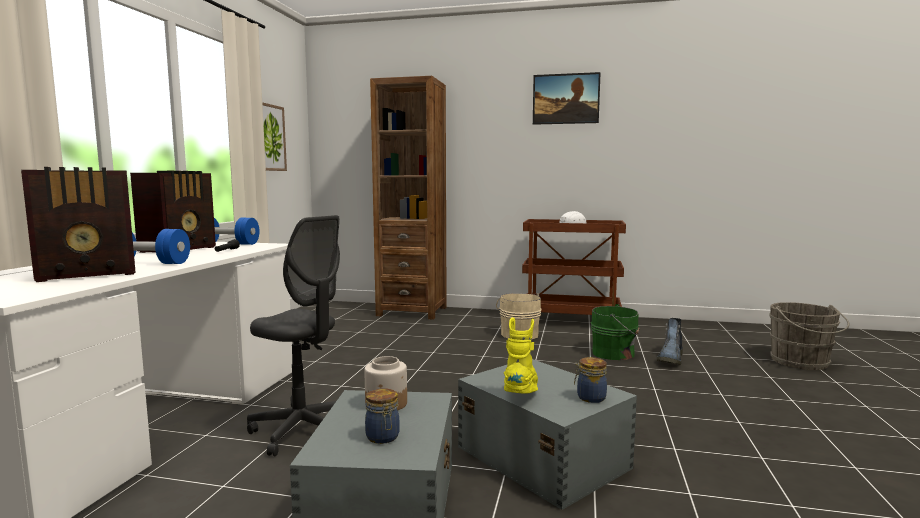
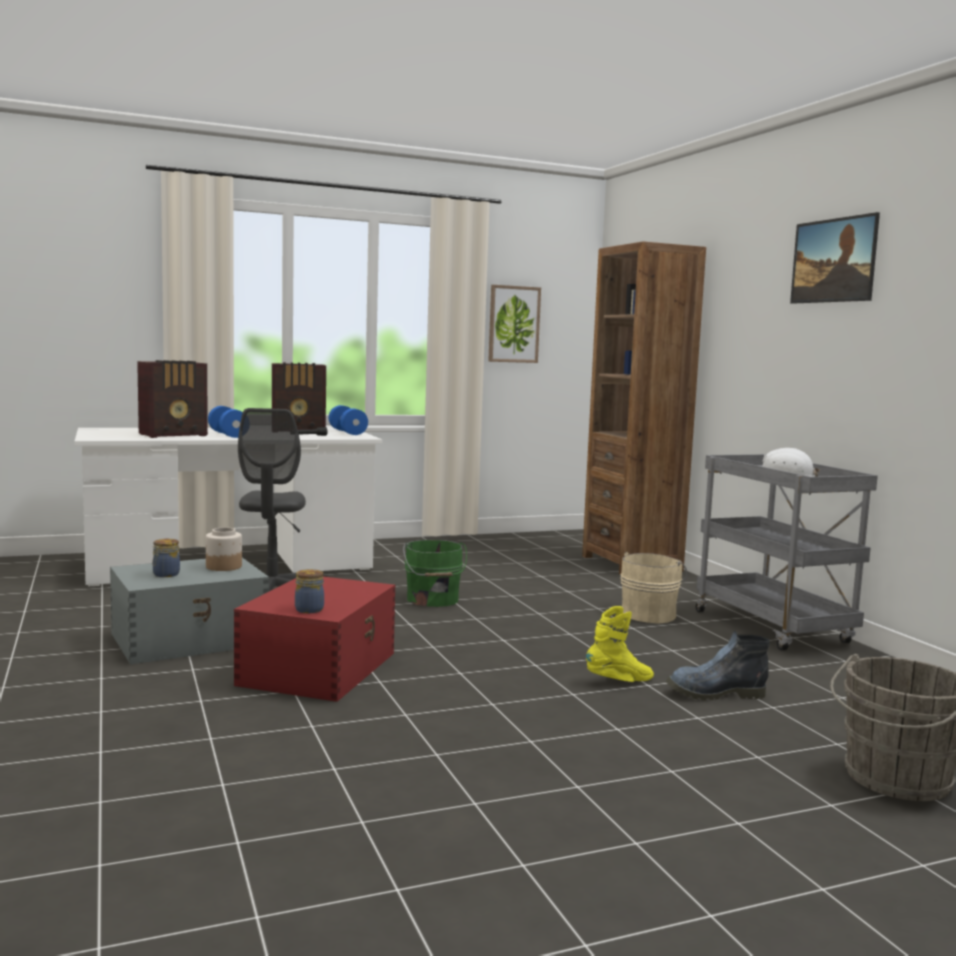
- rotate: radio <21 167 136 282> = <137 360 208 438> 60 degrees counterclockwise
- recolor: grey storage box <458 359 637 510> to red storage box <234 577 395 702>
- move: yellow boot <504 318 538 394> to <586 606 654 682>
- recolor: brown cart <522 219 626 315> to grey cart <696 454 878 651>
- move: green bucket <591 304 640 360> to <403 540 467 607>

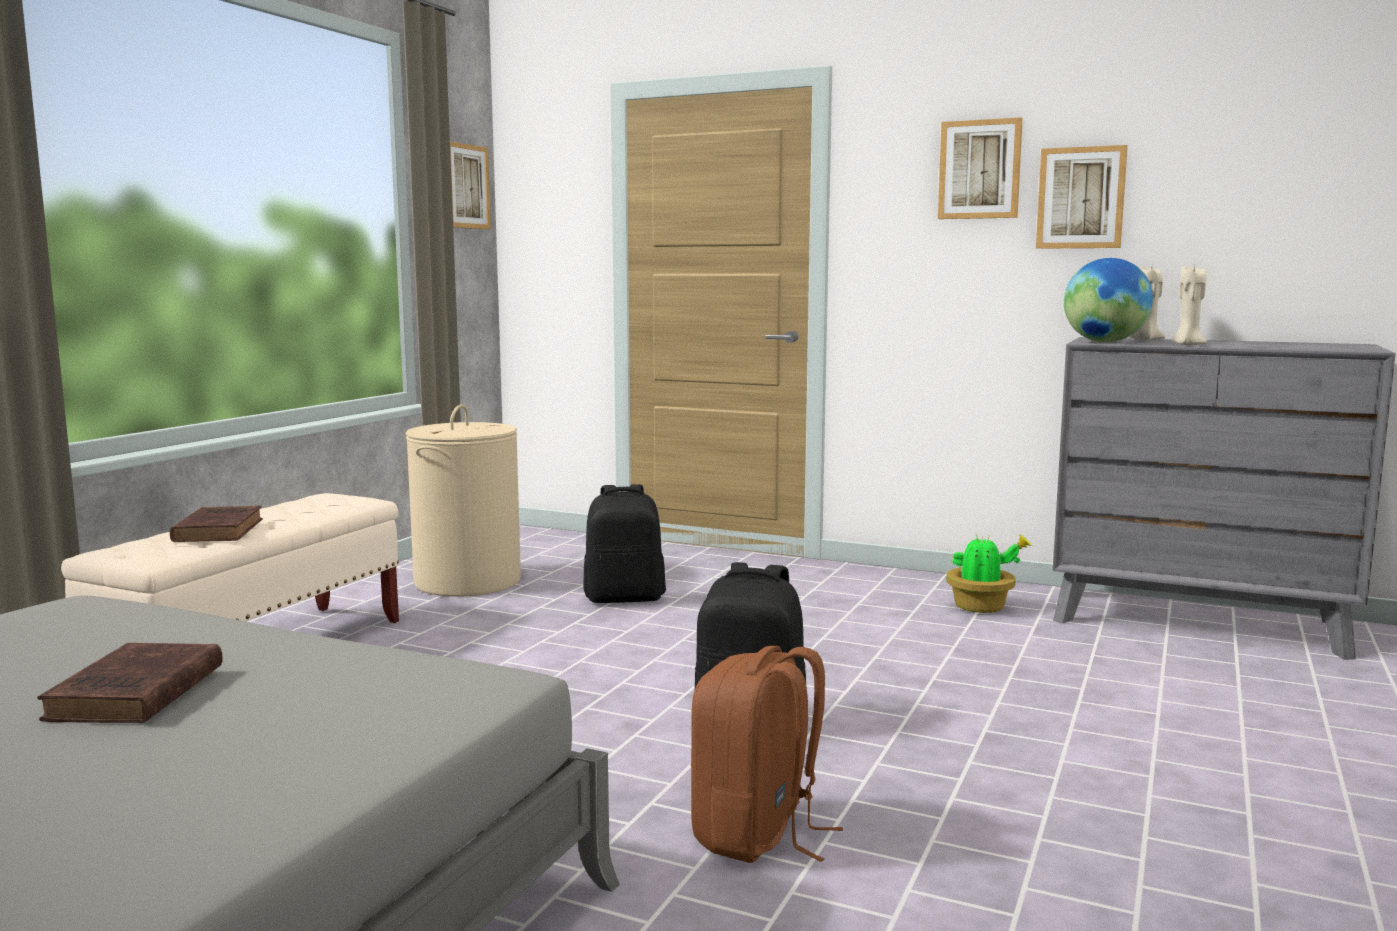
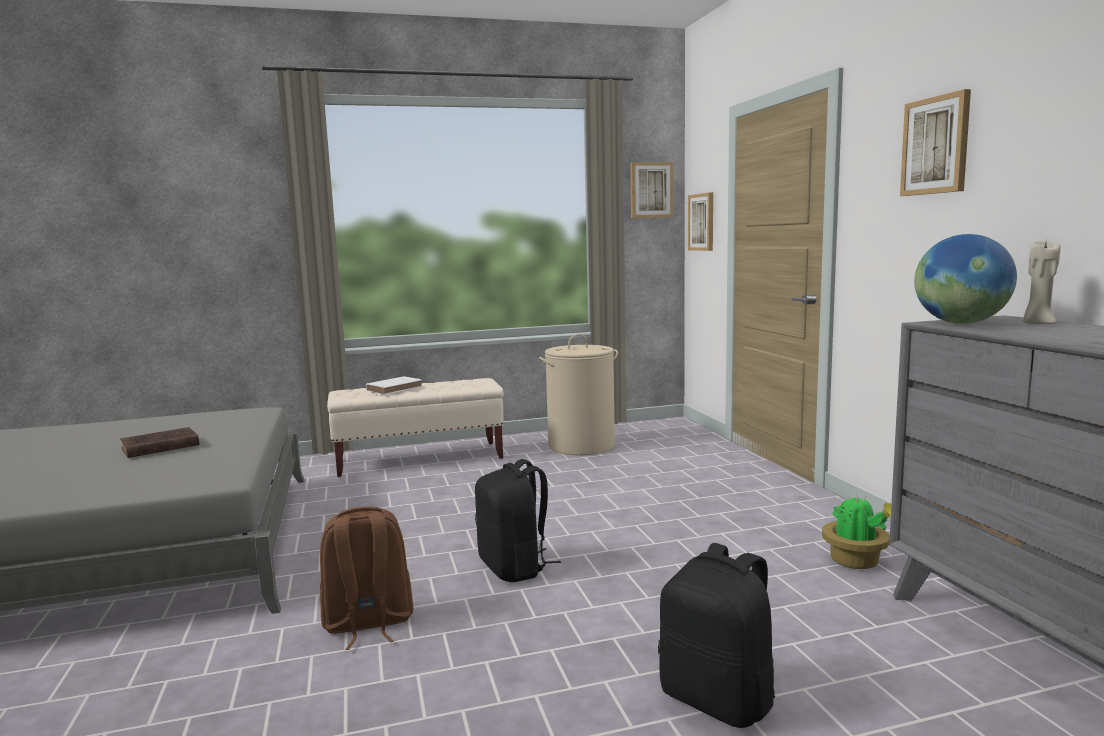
- recolor: brown book <170 506 263 542> to white book <366 376 423 395>
- move: black backpack <583 484 666 603> to <658 543 775 728>
- move: picture <1036 145 1128 249> to <688 192 713 251>
- delete: beige candle <1172 265 1207 345>

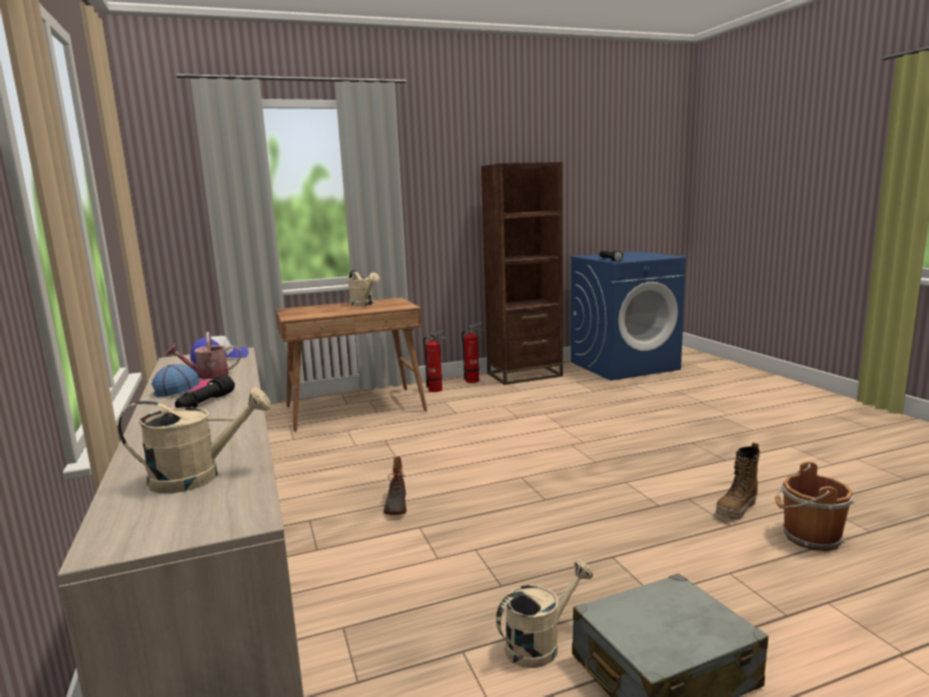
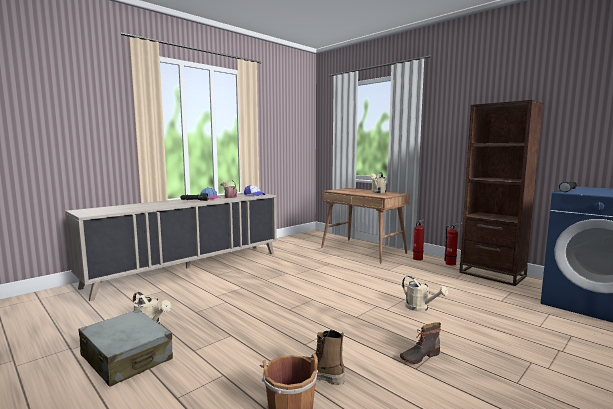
- move: beige watering can <118 387 271 493> to <402 276 448 312>
- move: boot <384 457 407 515> to <400 322 441 364>

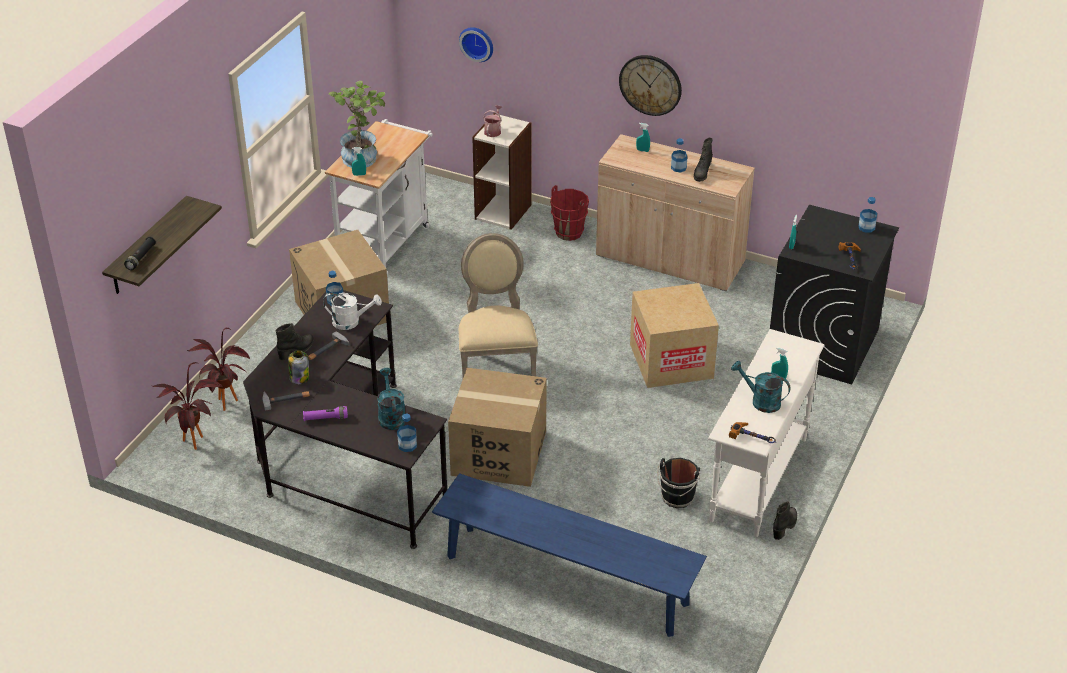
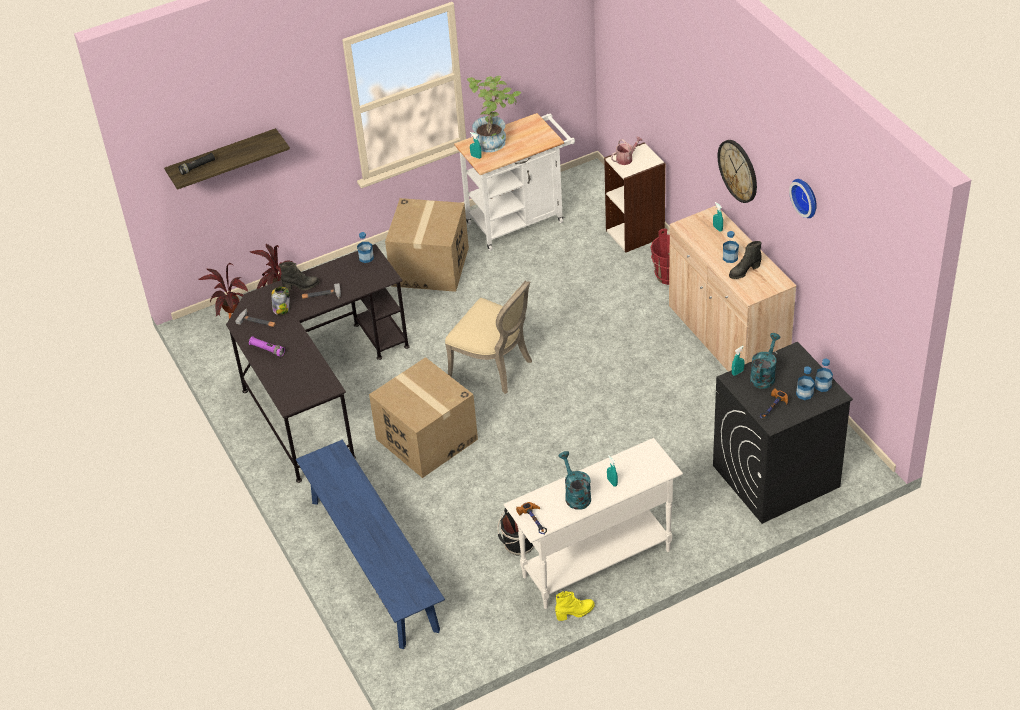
- delete: white watering can <323 293 382 330>
- move: turquoise watering can <377 368 405 430> to <750 333 781 389>
- move: bottle <397 413 417 452> to <796 366 815 400>
- move: wall clock <459 27 493 62> to <789 179 817 218>
- rotate: beige chair <459 233 538 377> = <445 280 532 394> 90 degrees clockwise
- delete: cardboard box <630 283 719 388>
- recolor: black boot <773 501 797 540> to yellow boot <555 591 595 621>

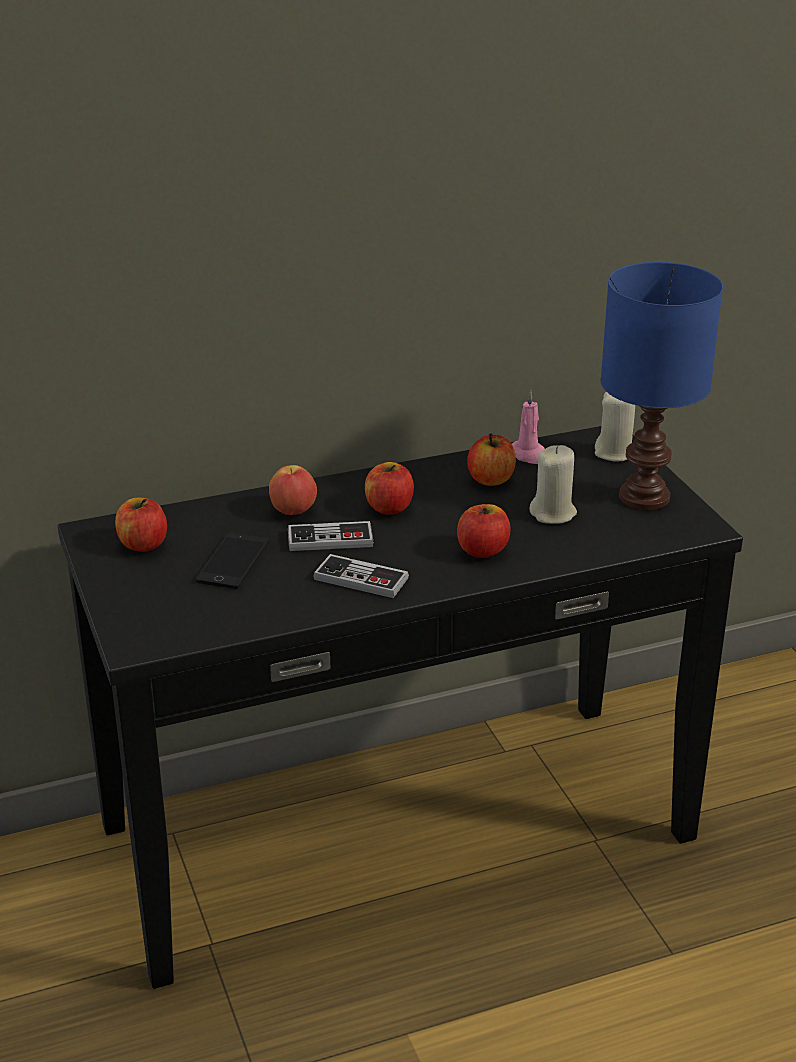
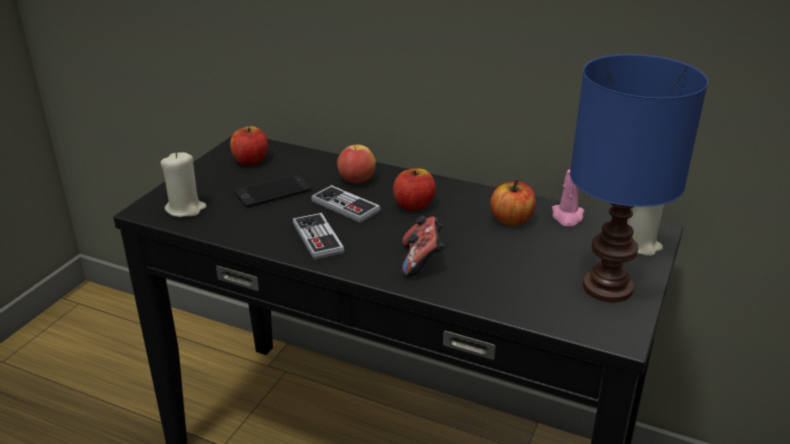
- replace: apple <457 504 511 558> to game controller <402 216 444 277>
- move: beige candle <529 445 577 524> to <160 152 207 217>

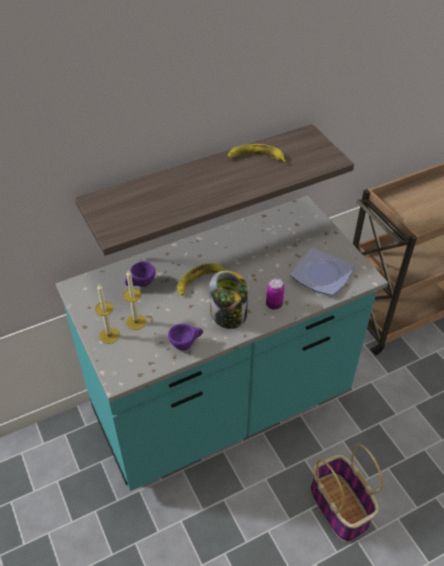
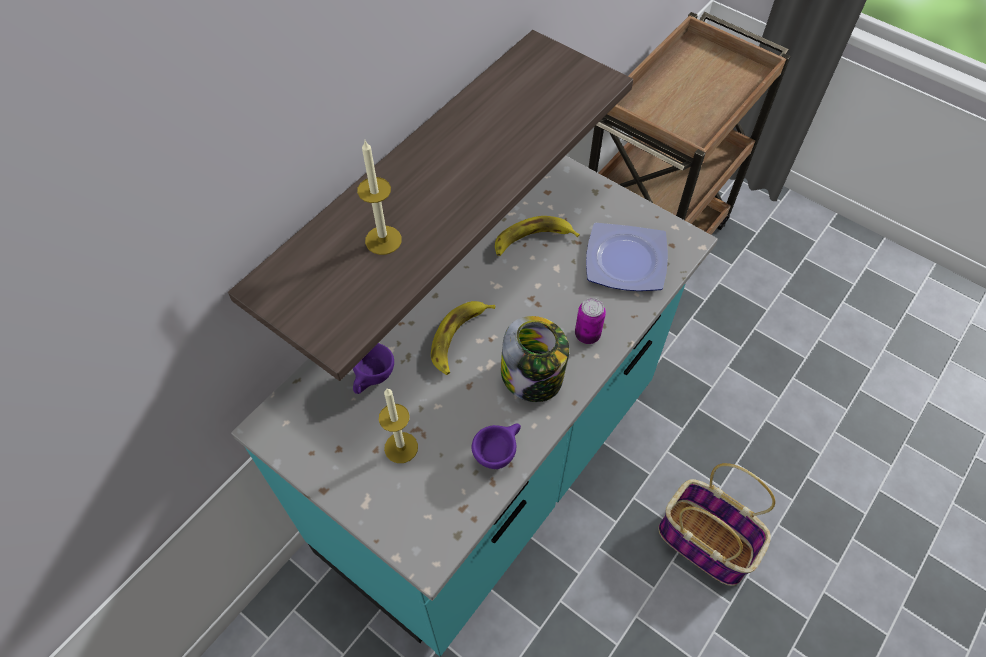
- move: candle <95 284 120 344> to <357 141 402 255>
- move: banana <227 144 286 163> to <495 216 580 256>

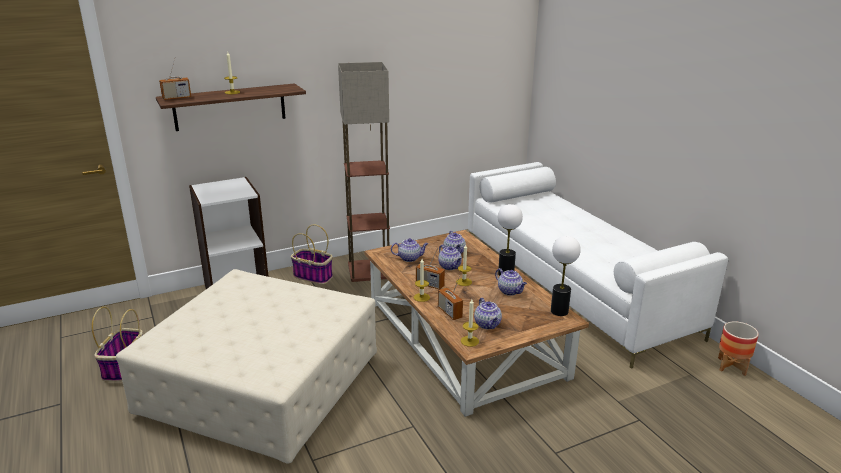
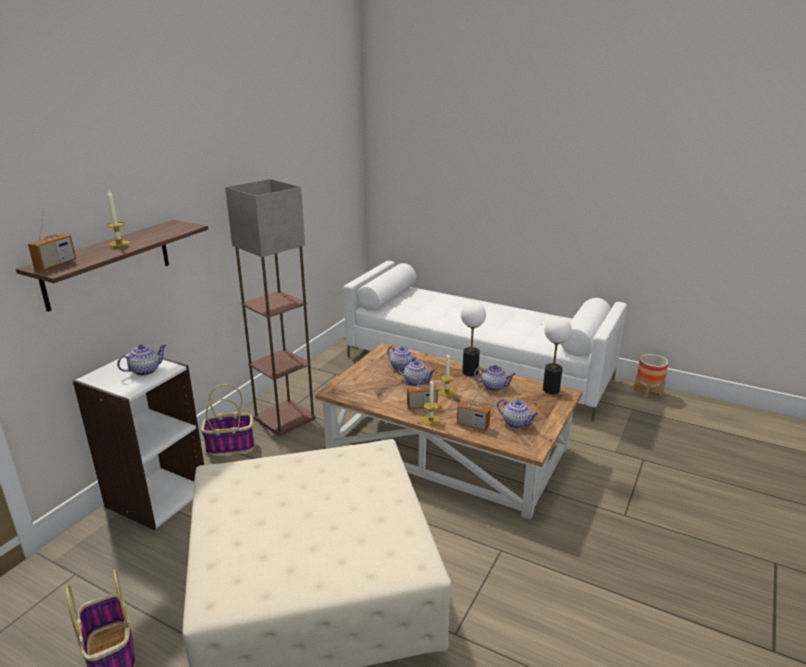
- move: teapot <391 238 428 262> to <117 345 166 376>
- delete: candle <461 299 479 347>

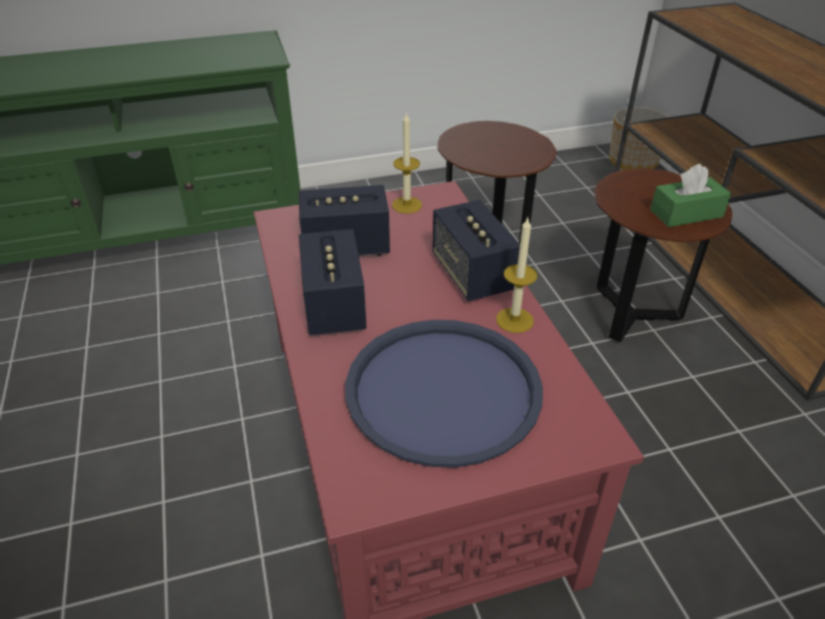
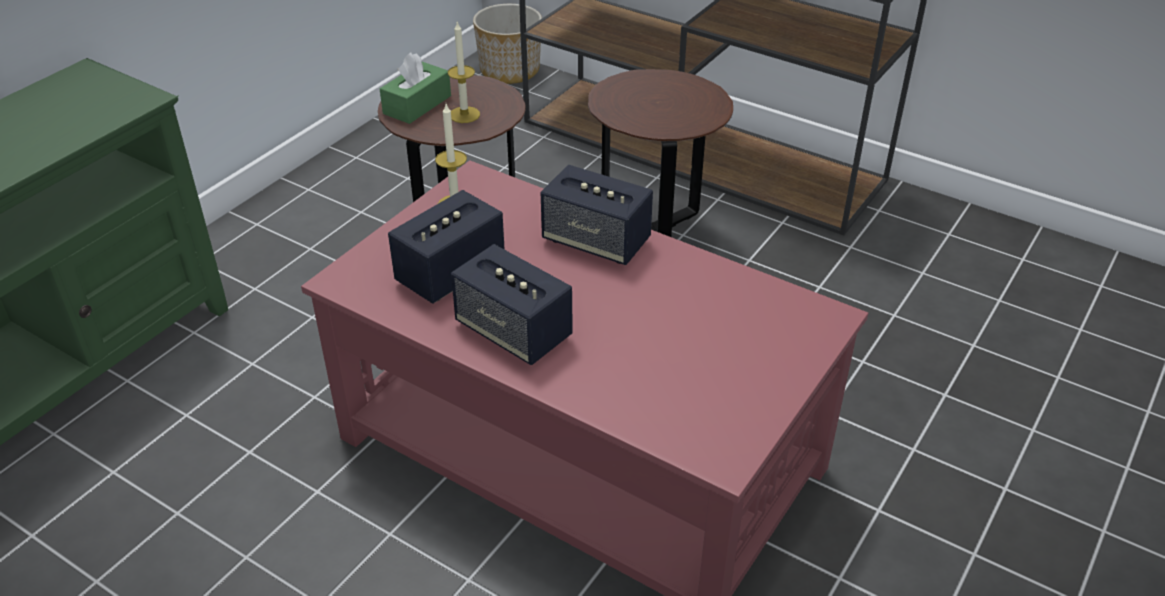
- delete: blue tray <345 320 543 468>
- move: candle <496 218 538 333> to <448 22 480 123>
- move: green tissue box <650 164 731 227> to <380 52 451 124>

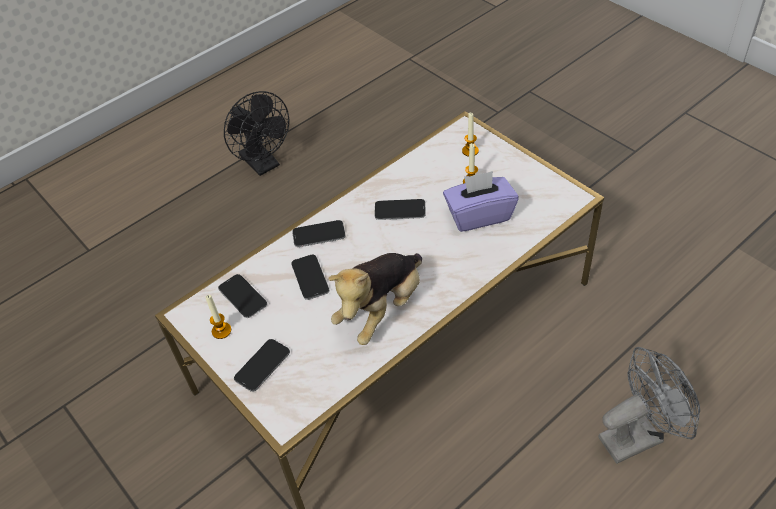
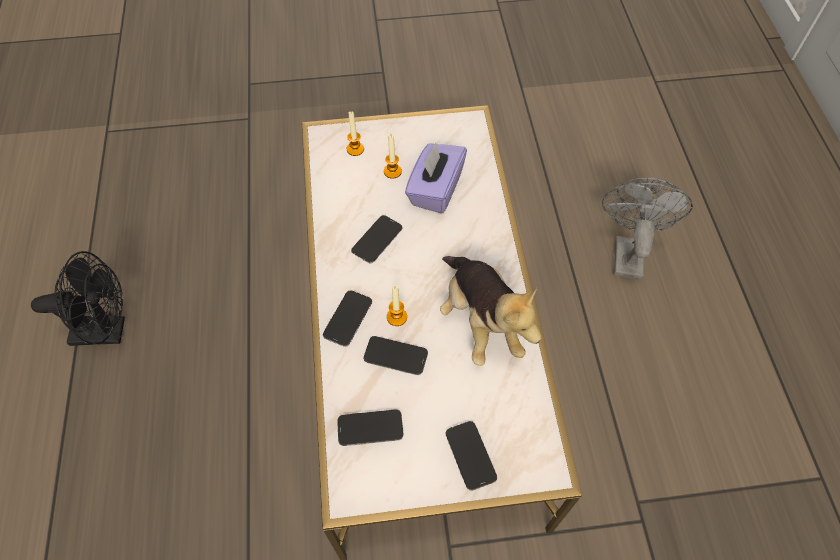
- move: candle <206 295 231 339> to <387 285 407 326>

